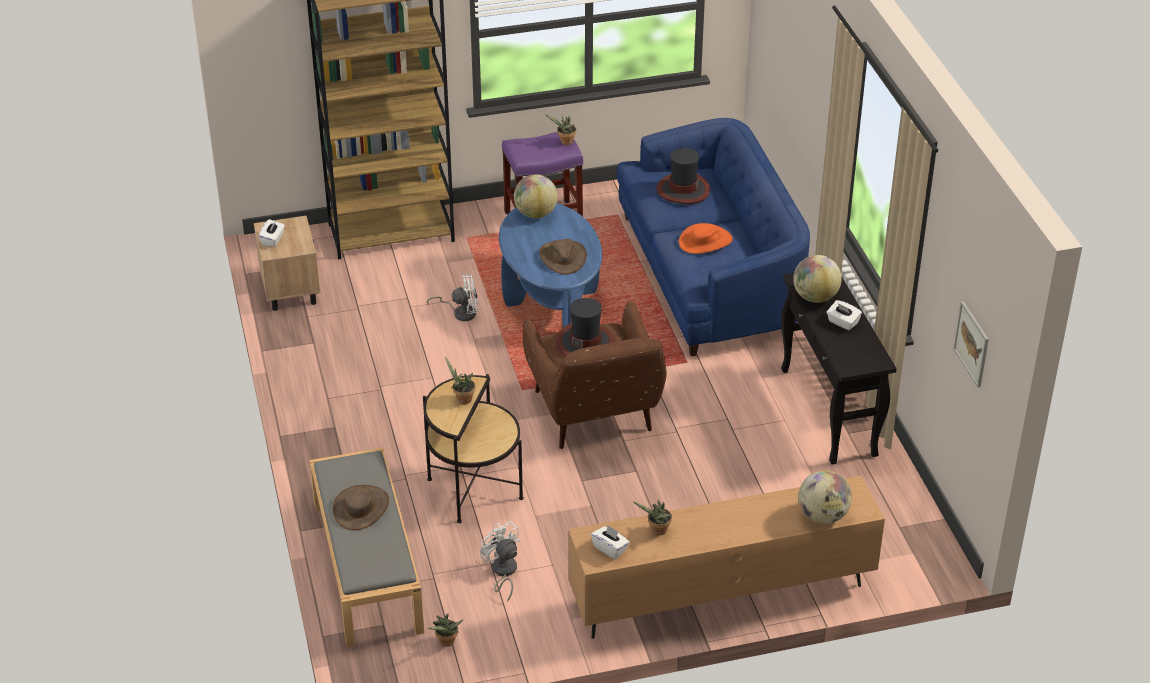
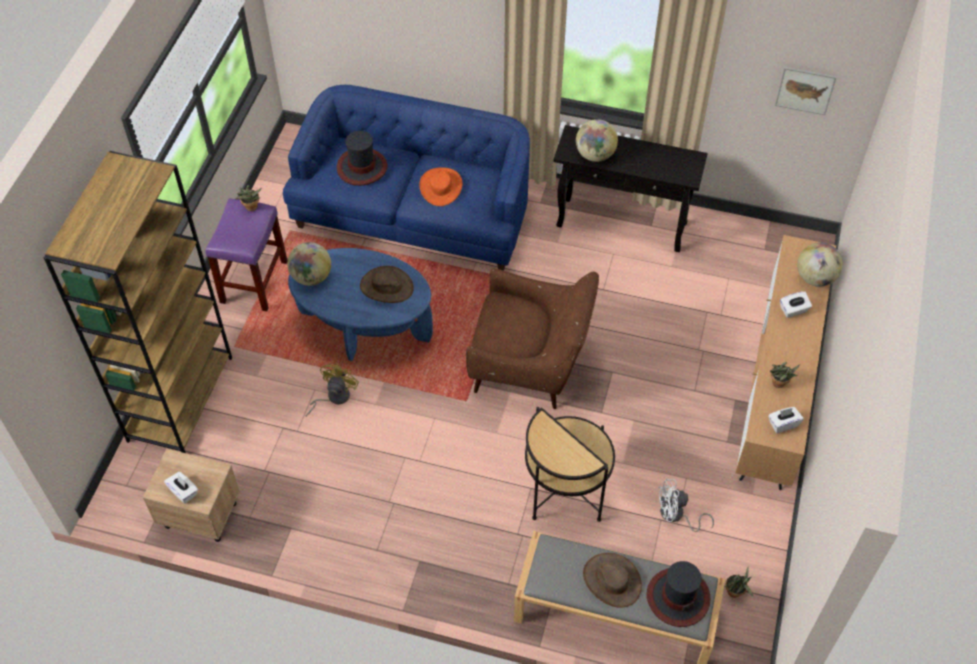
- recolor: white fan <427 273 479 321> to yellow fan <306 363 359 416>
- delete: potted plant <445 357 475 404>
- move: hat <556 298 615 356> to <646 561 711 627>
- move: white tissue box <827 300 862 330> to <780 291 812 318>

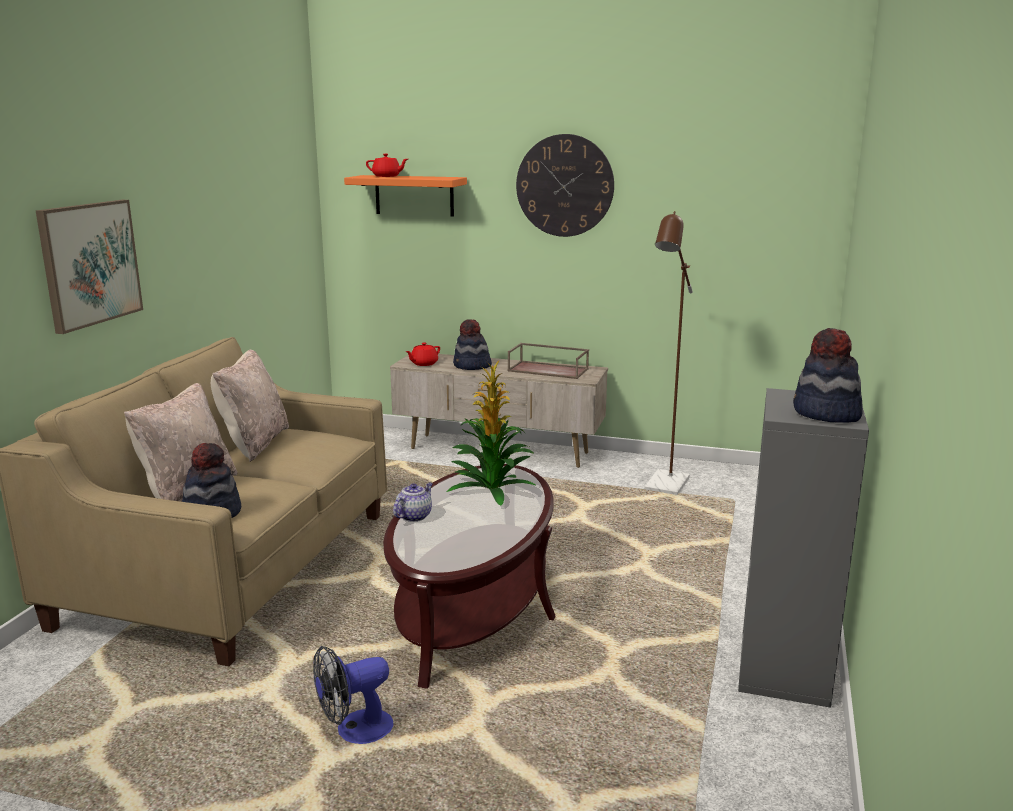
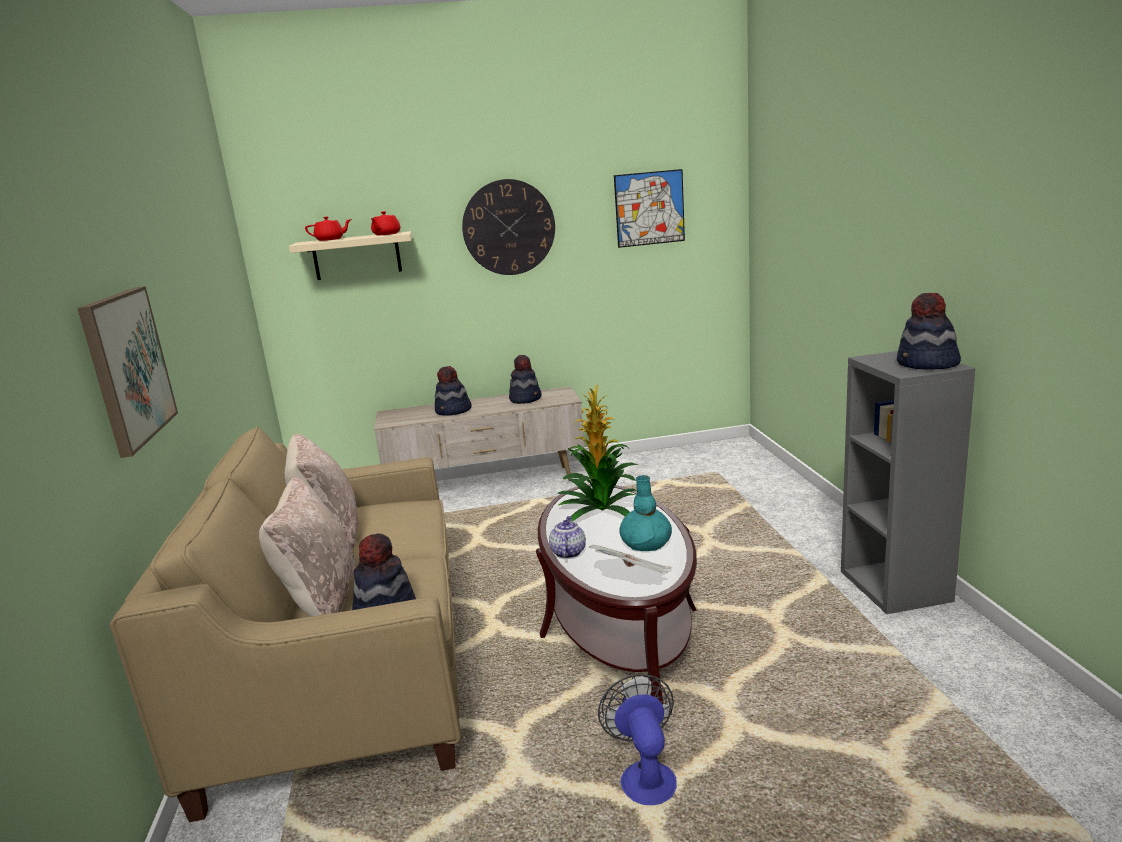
- rotate: fan <313 646 394 744> = <598 674 677 805> 135 degrees clockwise
- recolor: orange shelf <344 175 467 217> to beige shelf <289 231 412 280>
- move: red teapot <405 342 440 366> to <371 211 400 235>
- replace: brown tray <507 343 589 379> to hat <509 355 542 404>
- delete: brown floor lamp <644 211 693 495>
- insert: newspaper <589 545 672 573>
- insert: picture <614 169 685 248>
- insert: turquoise vase <619 475 672 551>

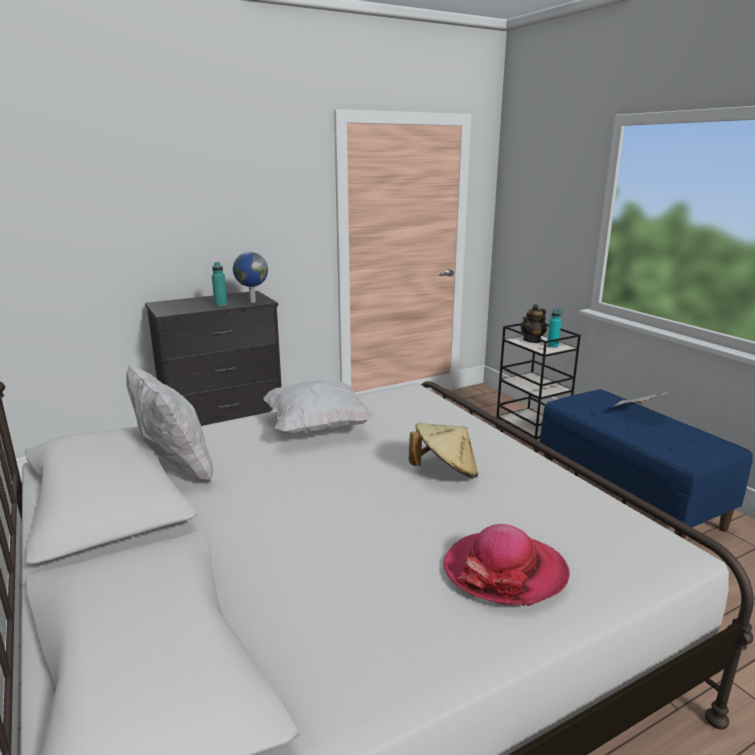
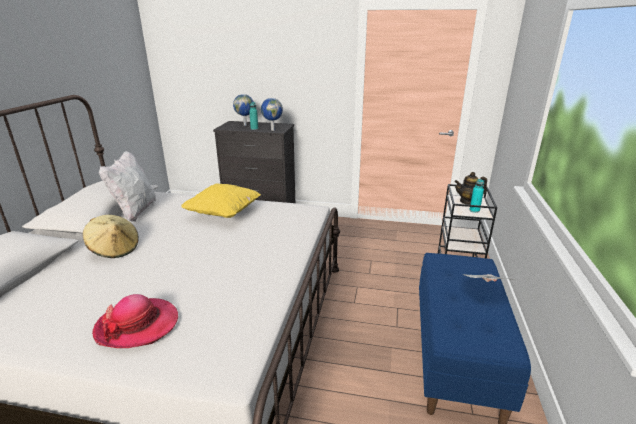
- recolor: white pillow <263 380 374 434> to yellow pillow <181 183 261 218>
- move: beige hat <409 423 478 478> to <83 215 139 258>
- insert: globe <233 94 254 126>

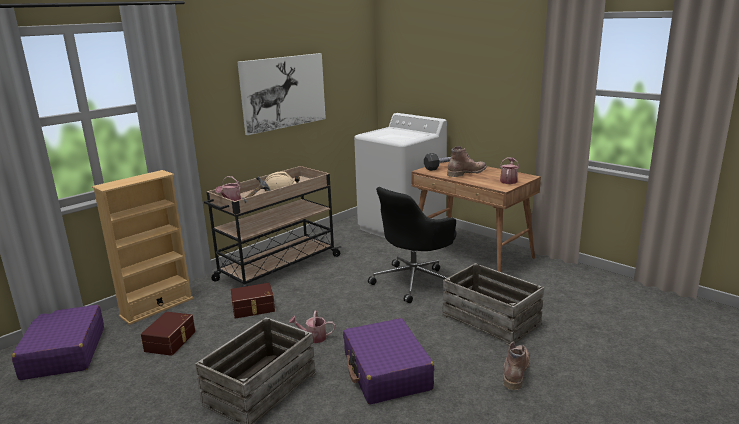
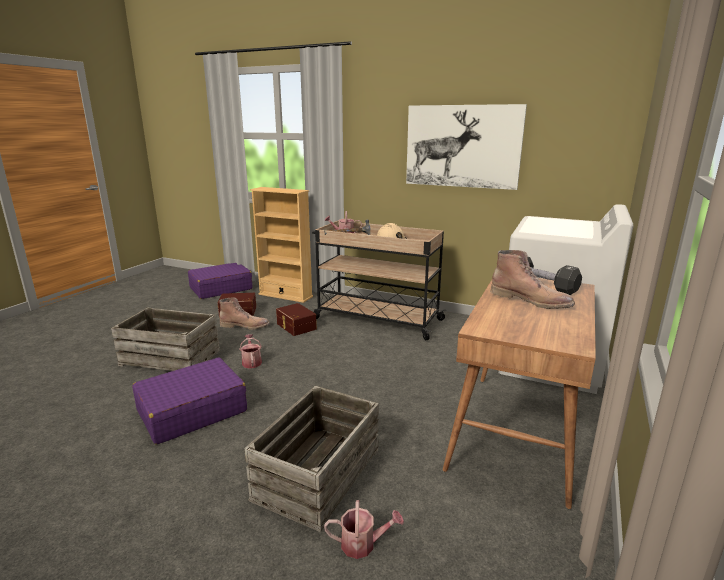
- delete: black office chair <368 187 458 303>
- move: watering can <500 157 519 184> to <324 500 404 559>
- move: brown boot <503 342 529 390> to <219 297 270 330>

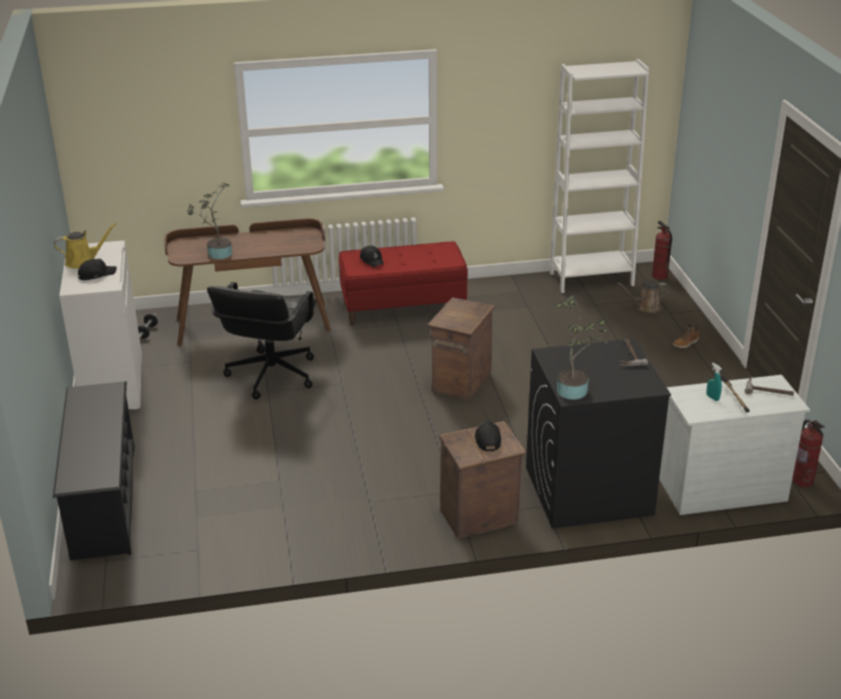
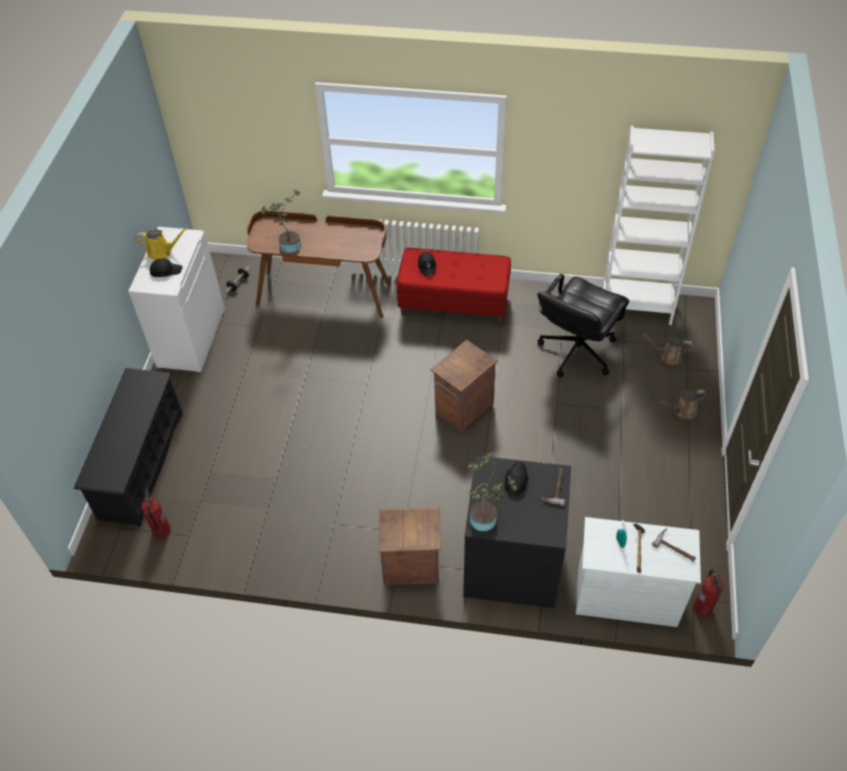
- move: black office chair <207 282 317 399> to <537 274 629 377>
- move: black cap <475 420 501 451> to <505 461 528 496>
- move: fire extinguisher <652 221 672 280> to <141 488 171 538>
- replace: boot <672 324 700 348> to brown watering can <660 389 706 419>

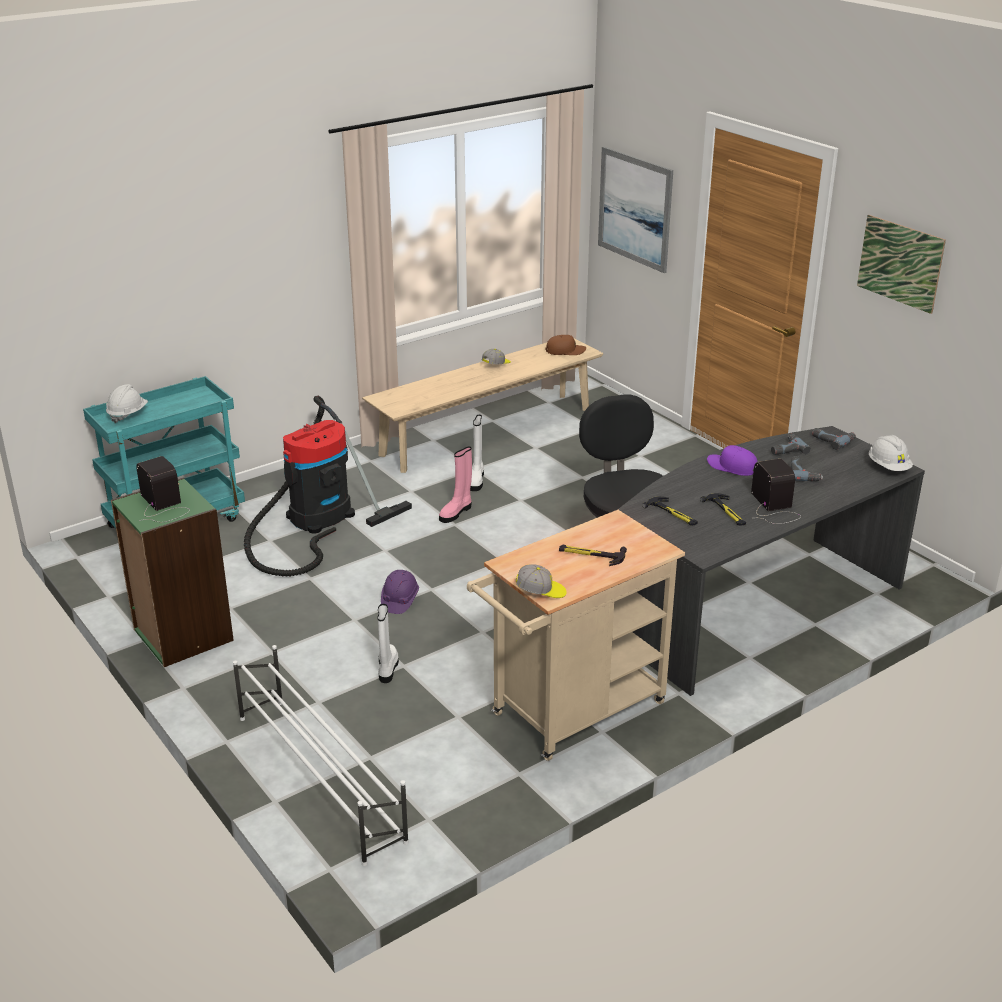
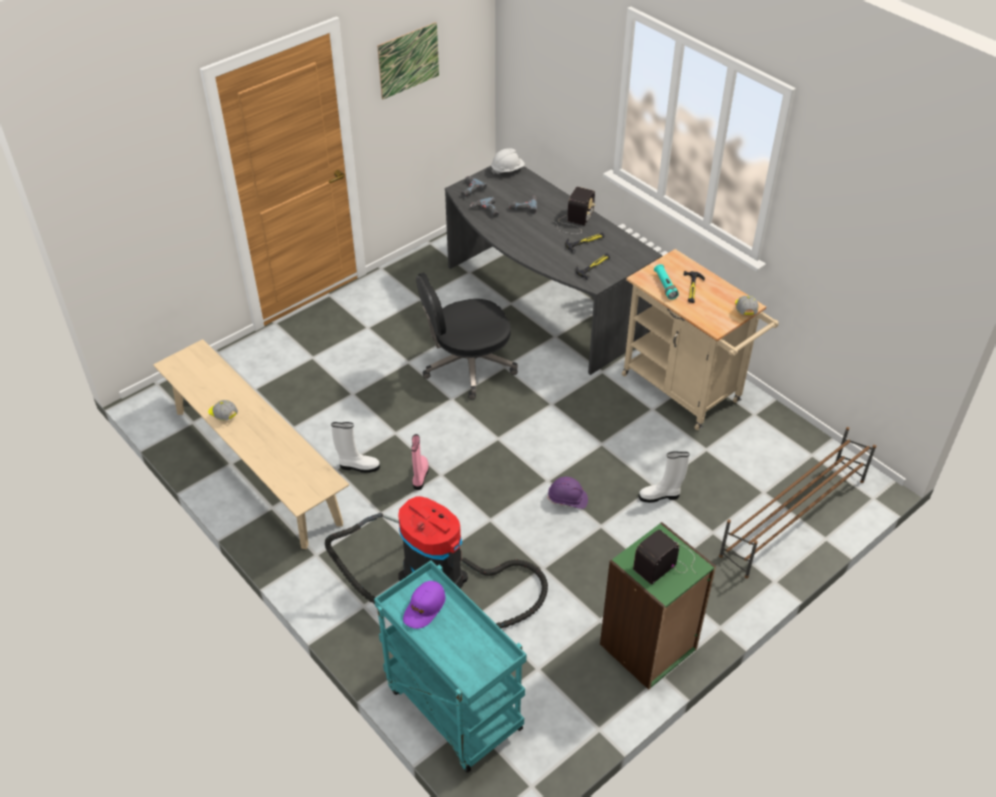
- delete: white hard hat <106 384 148 423>
- recolor: white shoe rack <233 645 409 866> to brown shoe rack <719 427 876 578>
- rotate: pink boot <439 446 472 523> = <411 434 429 490> 120 degrees counterclockwise
- delete: brown cap <545 335 586 355>
- delete: picture <598 147 673 273>
- move: purple cap <707 445 758 476> to <403 581 446 629>
- rotate: radio <751 459 801 524> = <553 187 596 234> 135 degrees clockwise
- insert: turquoise flashlight <654 264 679 300>

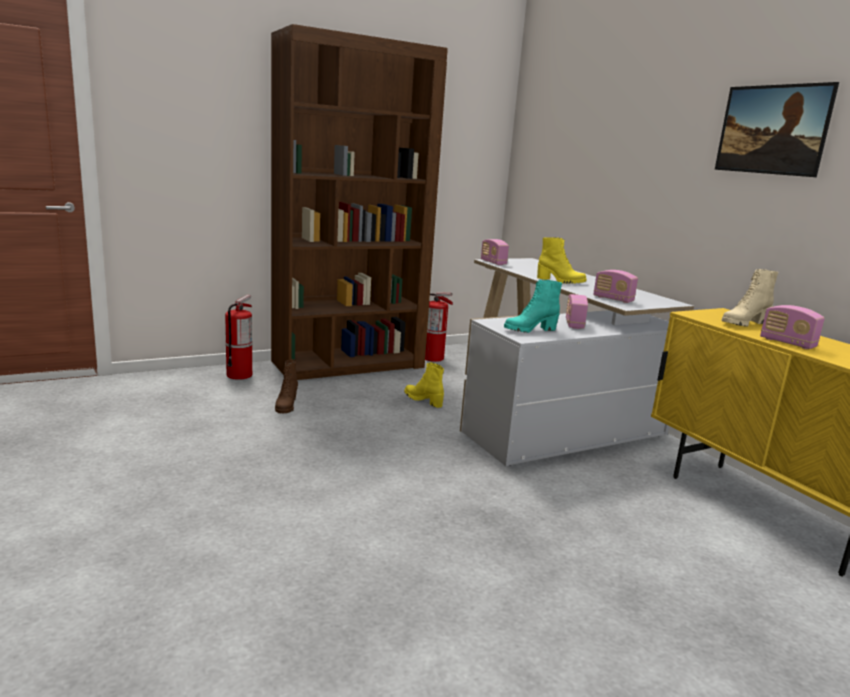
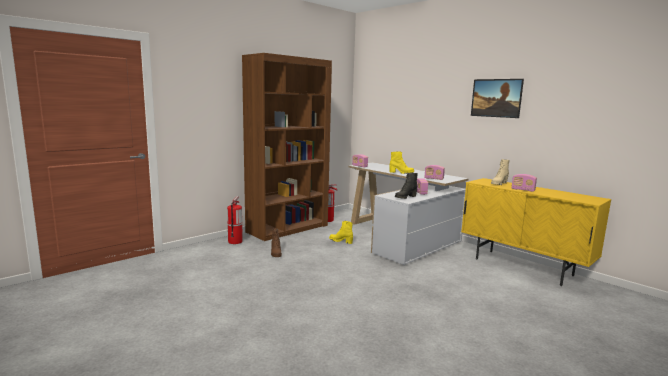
- recolor: turquoise boot <504 280 562 333> to black boot <395 173 418 199>

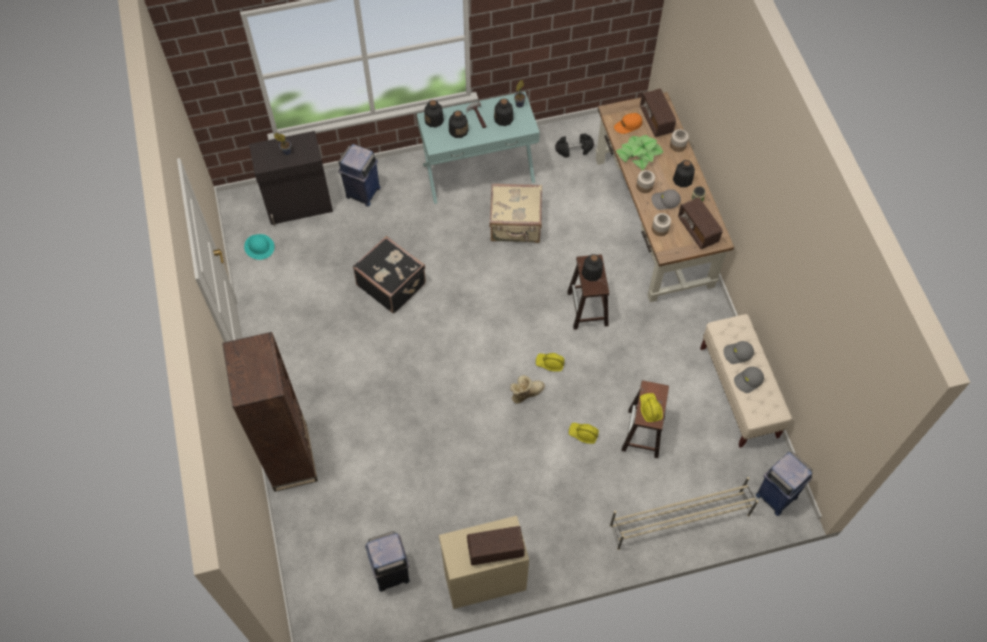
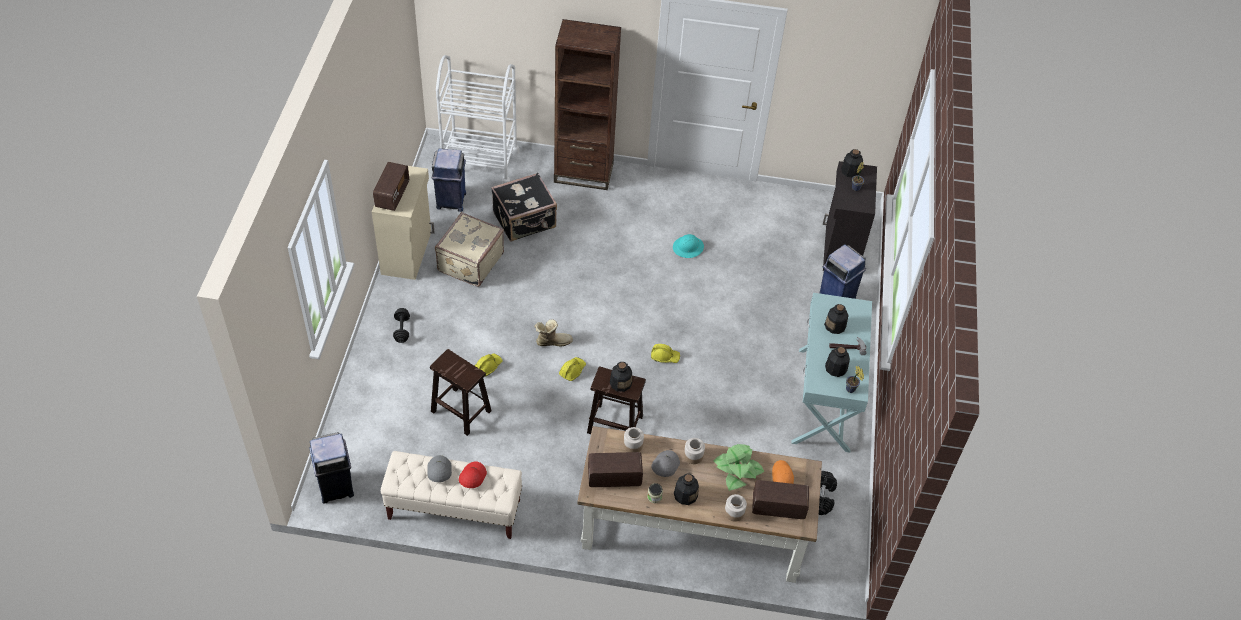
- move: turquoise hard hat <244 234 275 260> to <673 234 704 258>
- move: black suitcase <353 236 426 313> to <491 173 557 242>
- move: bottle <424 100 444 127> to <841 149 863 178>
- move: beige suitcase <489 184 542 243> to <435 212 504 287>
- rotate: boot <510 375 545 404> = <534 320 573 346> 90 degrees counterclockwise
- delete: beige shoe rack <610 477 759 550>
- move: yellow hard hat <640 393 663 422> to <651 344 680 363>
- recolor: grey cap <723 341 754 364> to red cap <459 461 487 488>
- insert: black dumbbell <393 308 410 343>
- insert: white cart <436 55 520 184>

